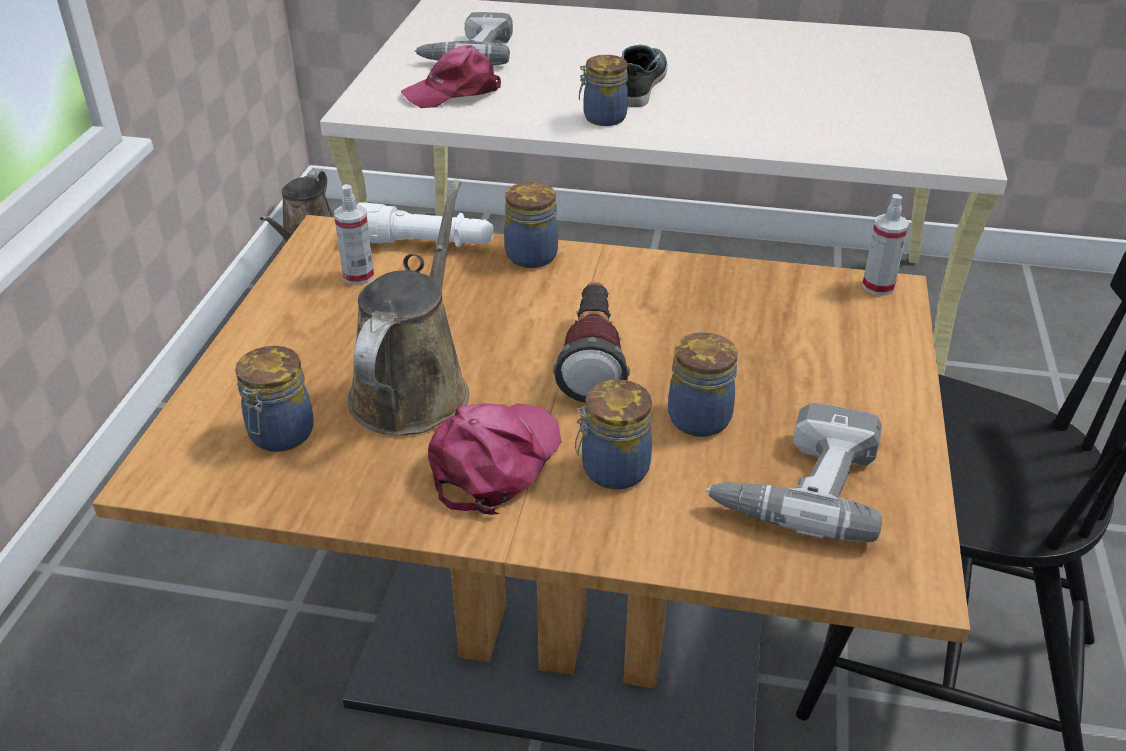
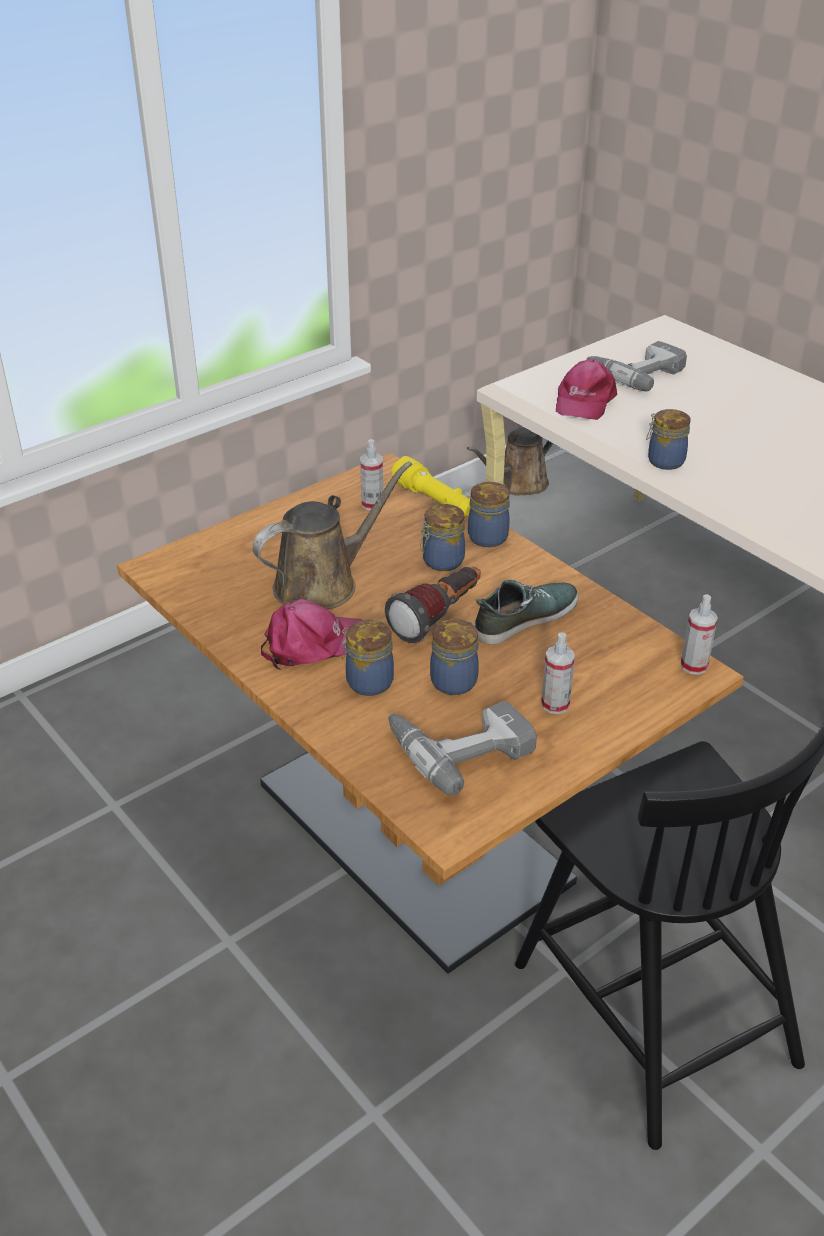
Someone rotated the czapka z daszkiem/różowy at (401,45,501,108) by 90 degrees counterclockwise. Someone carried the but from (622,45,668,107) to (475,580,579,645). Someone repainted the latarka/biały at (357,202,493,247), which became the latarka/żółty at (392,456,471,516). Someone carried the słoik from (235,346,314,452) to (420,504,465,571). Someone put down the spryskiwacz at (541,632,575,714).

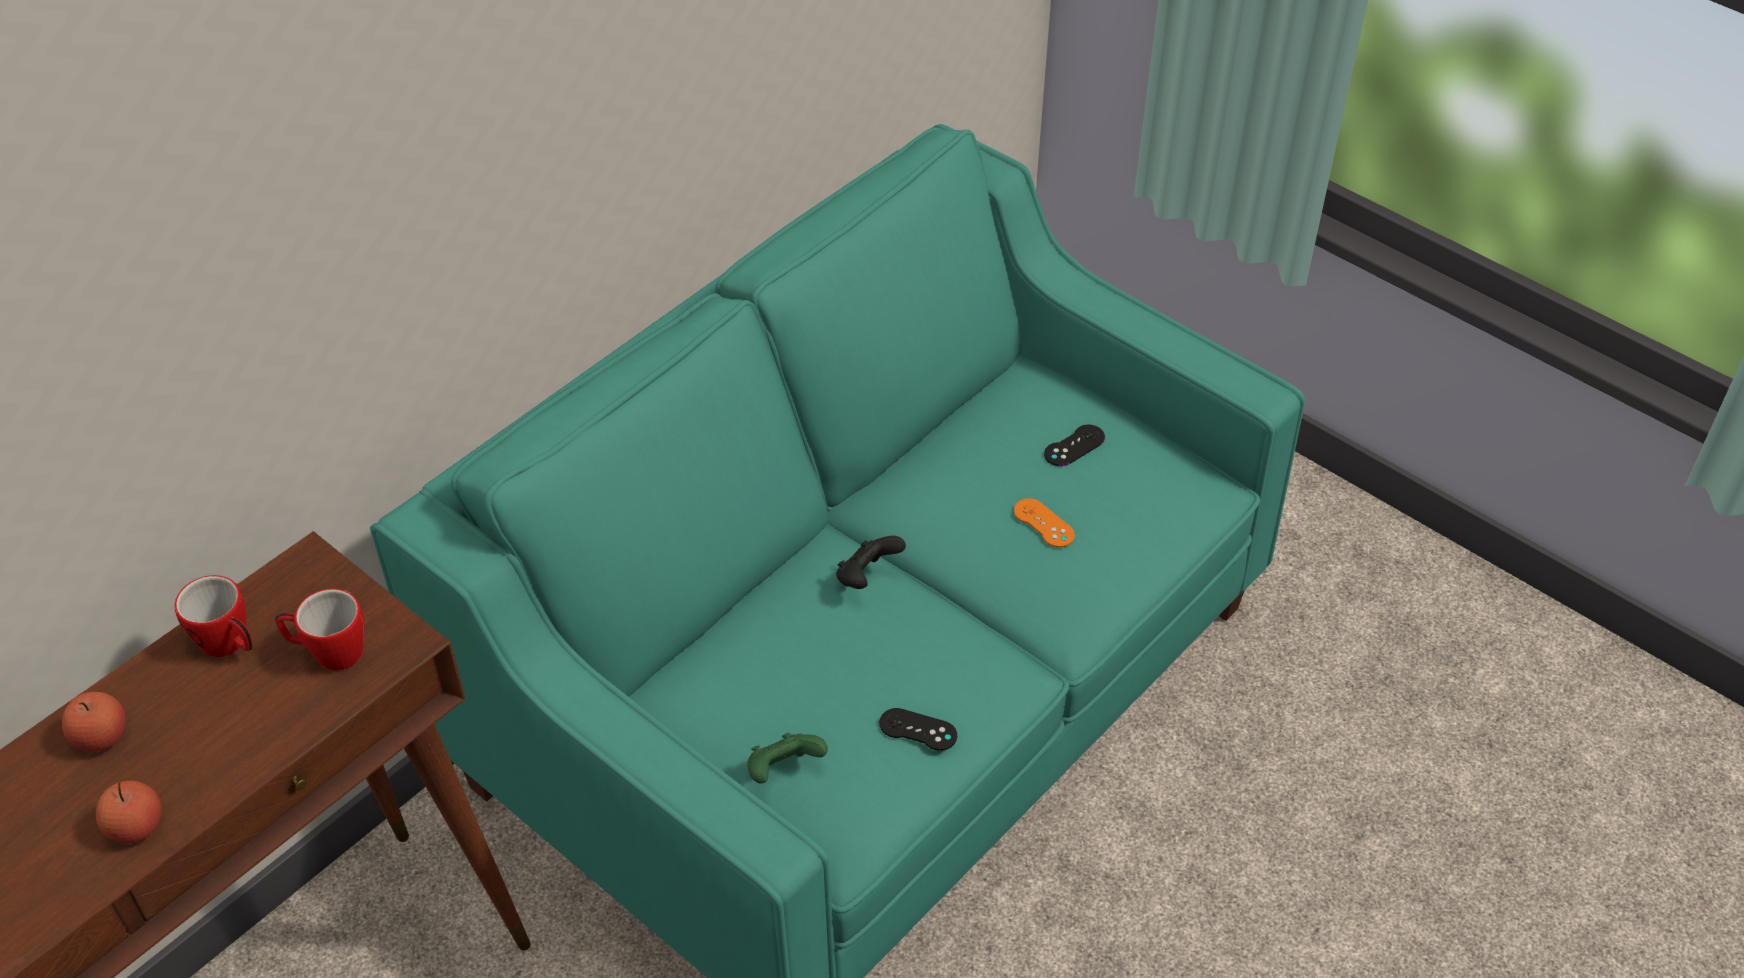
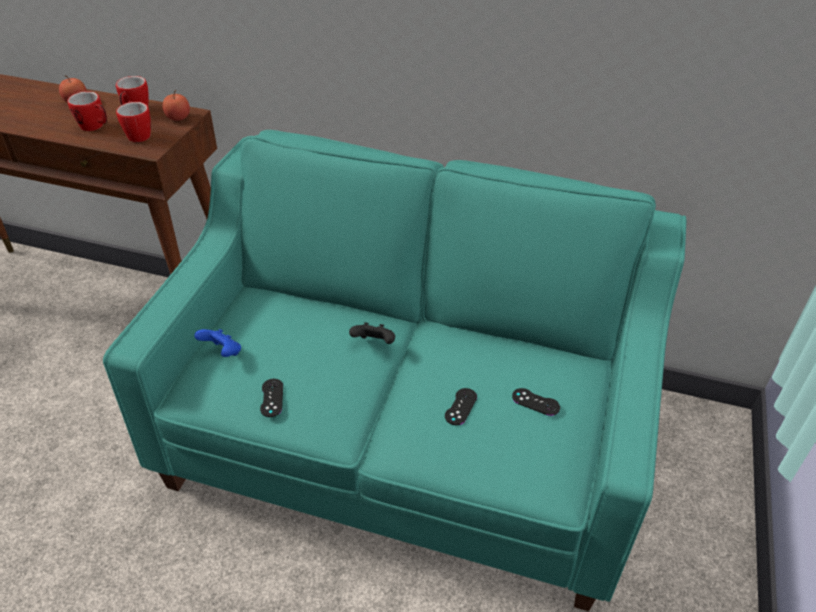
Someone repainted the pad do gier/pomarańczowy at (1014,498,1075,548), which became the pad do gier/czarny at (445,388,477,425). Someone repainted the pad do gier/zielony at (747,733,828,784), which became the pad do gier/niebieski at (194,329,241,357). Someone carried the jabłko from (96,781,161,844) to (162,90,190,121). Someone put down the kubek at (67,91,107,131).

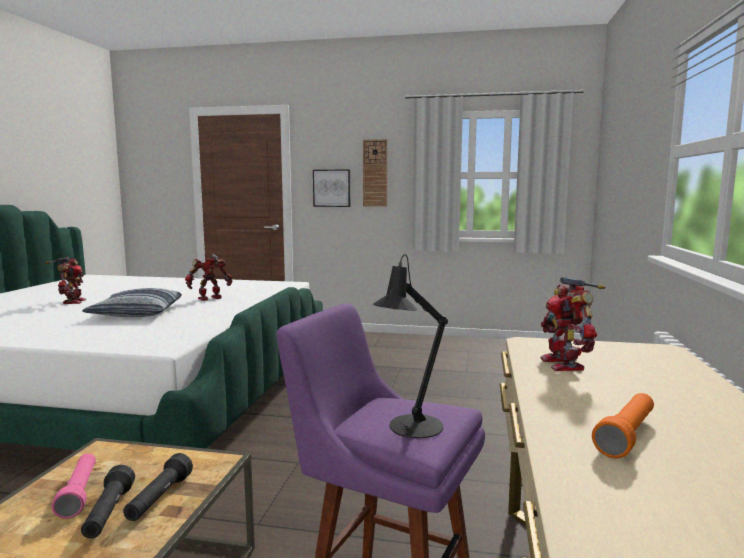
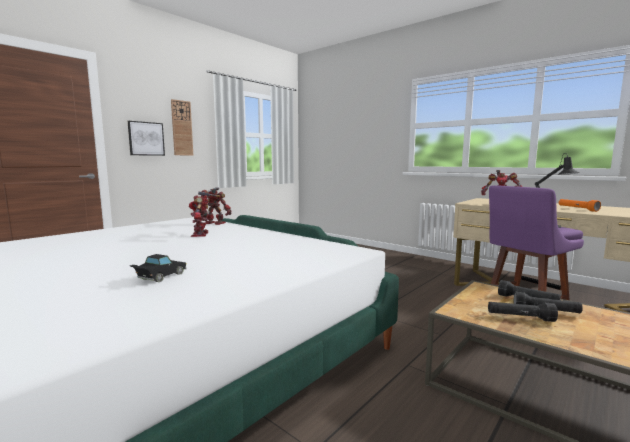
Someone carried the robot zabawkowy from (45,257,86,304) to (201,187,231,225). Someone took away the poduszka at (82,288,182,317). Someone repainted the latarka/różowy at (52,453,96,519), which became the latarka/czarny at (488,302,558,322). Someone put down the samochodzik/czarny at (130,254,187,282).

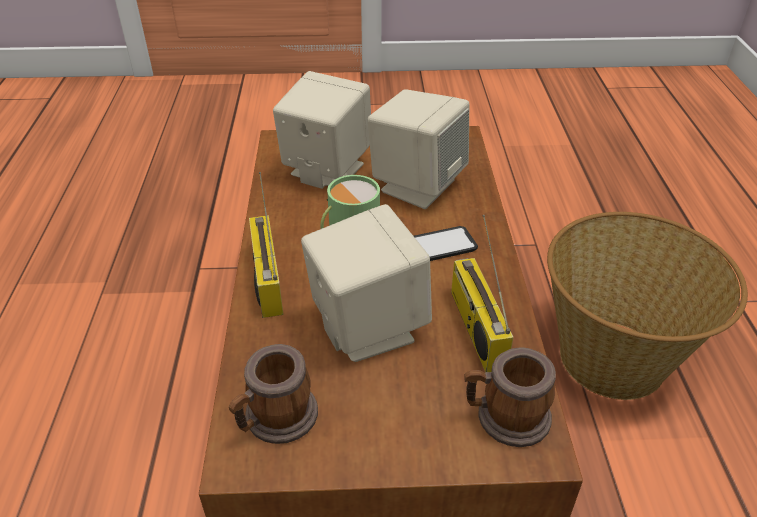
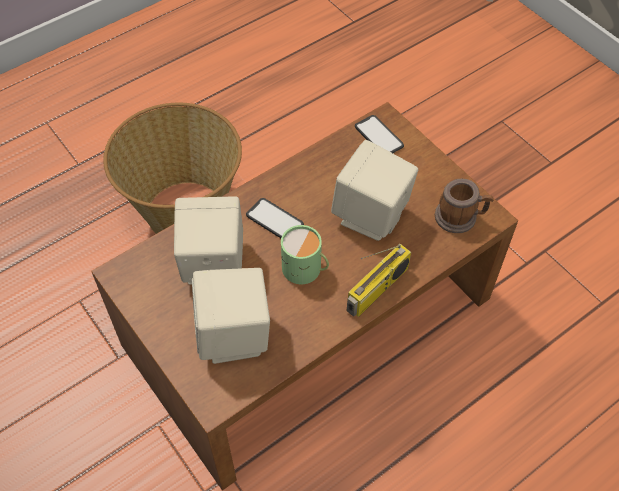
Someone took away the radio at (451,215,513,372). Someone swapped the kubek at (464,347,556,447) for the telefon at (355,115,404,153).

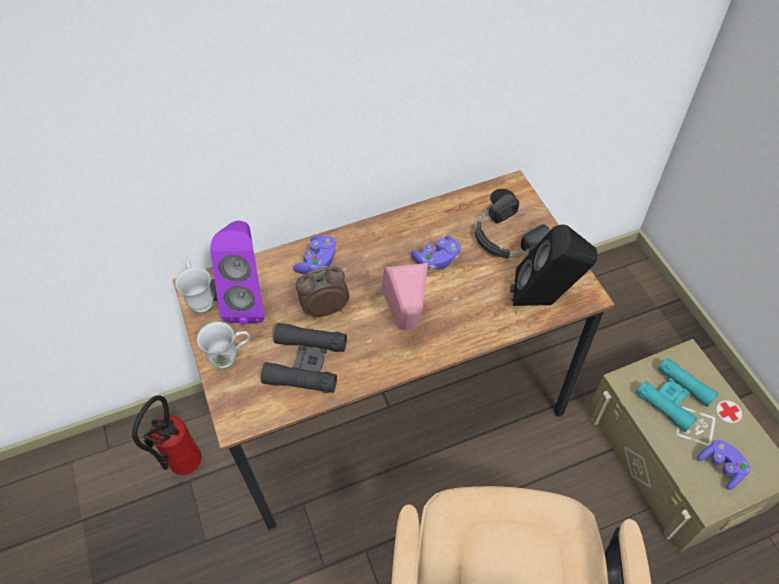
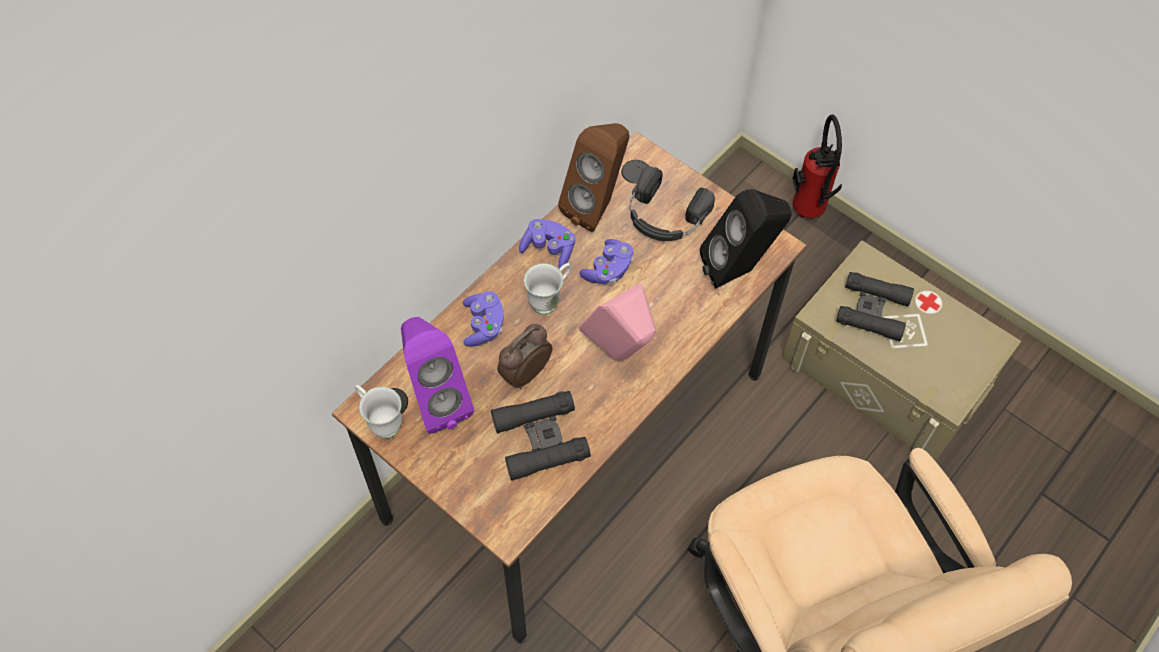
Someone carried the kubek/biały from (197,322,250,369) to (524,263,571,315). Someone repainted the lornetka/turkusowy at (636,358,719,432), which became the lornetka/czarny at (836,272,914,341). Someone carried the gaśnica from (132,395,202,475) to (793,115,842,218). Someone carried the pad do gier/fioletowy from (697,440,750,490) to (519,219,575,268). Someone put down the głośnik/brązowy at (558,123,630,232).

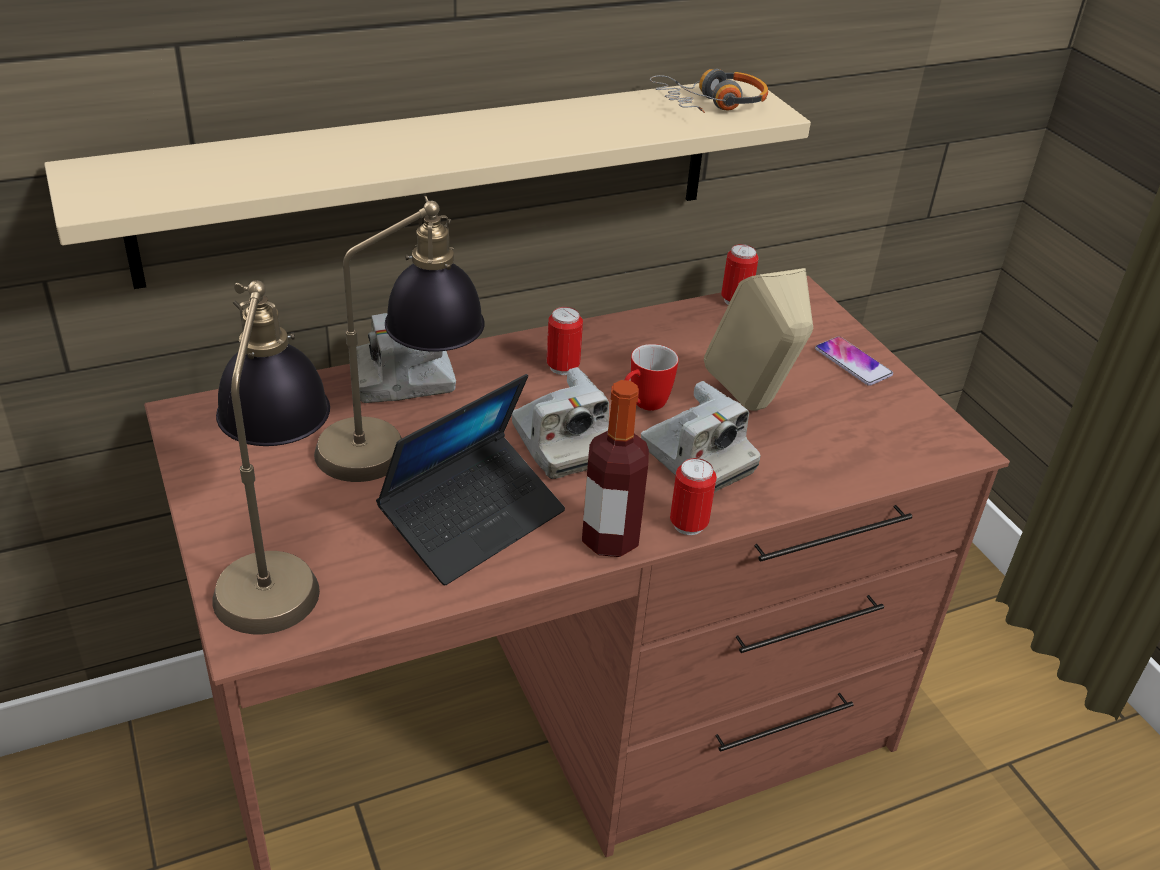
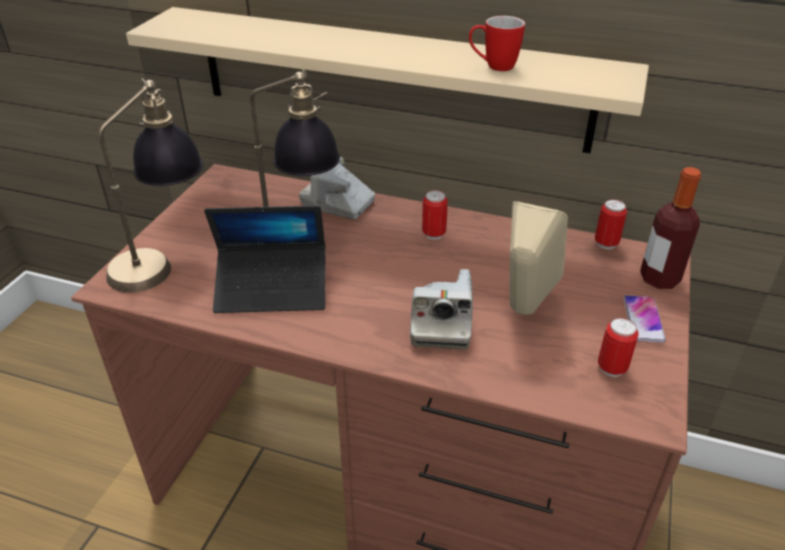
Someone took away the słuchawki at (650,69,768,113). Someone carried the kubek from (624,344,679,411) to (469,16,525,71). Someone took away the aparat fotograficzny at (512,367,609,479). Someone carried the butelka from (582,380,649,557) to (640,167,701,289). Someone carried the puszka from (670,458,717,535) to (598,318,639,377).

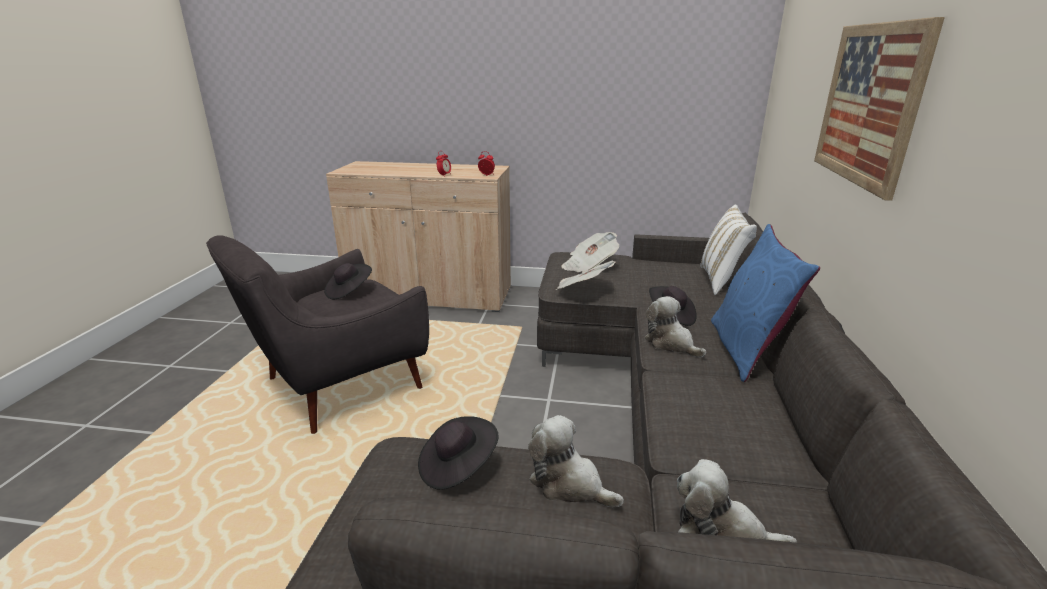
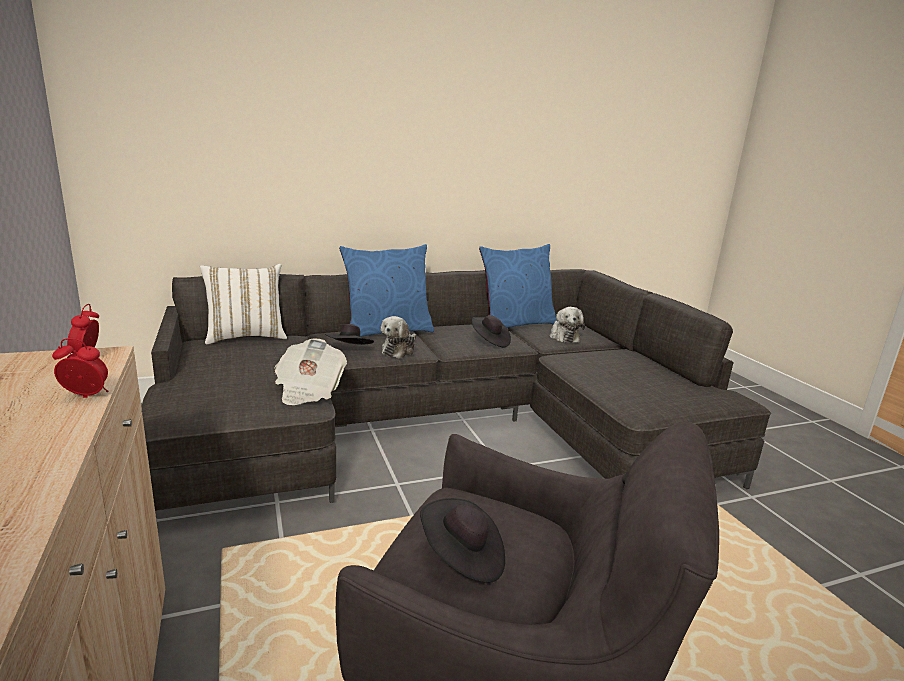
Someone took away the obraz at (814,17,945,201). Someone took away the gazeta at (562,232,619,272). Someone took away the pluszak at (528,415,624,508). Someone carried the kapelusz/czarny from (418,416,499,490) to (472,315,511,347). Someone put down the poduszka/niebieski at (479,244,557,328).

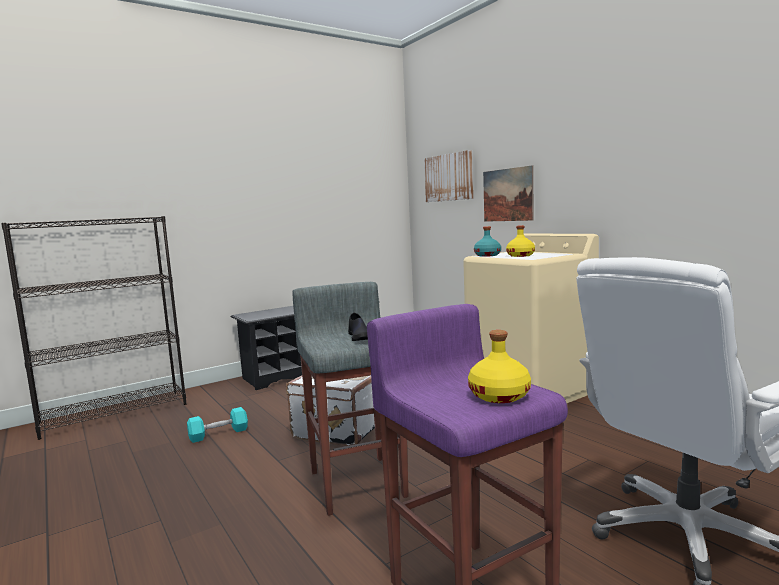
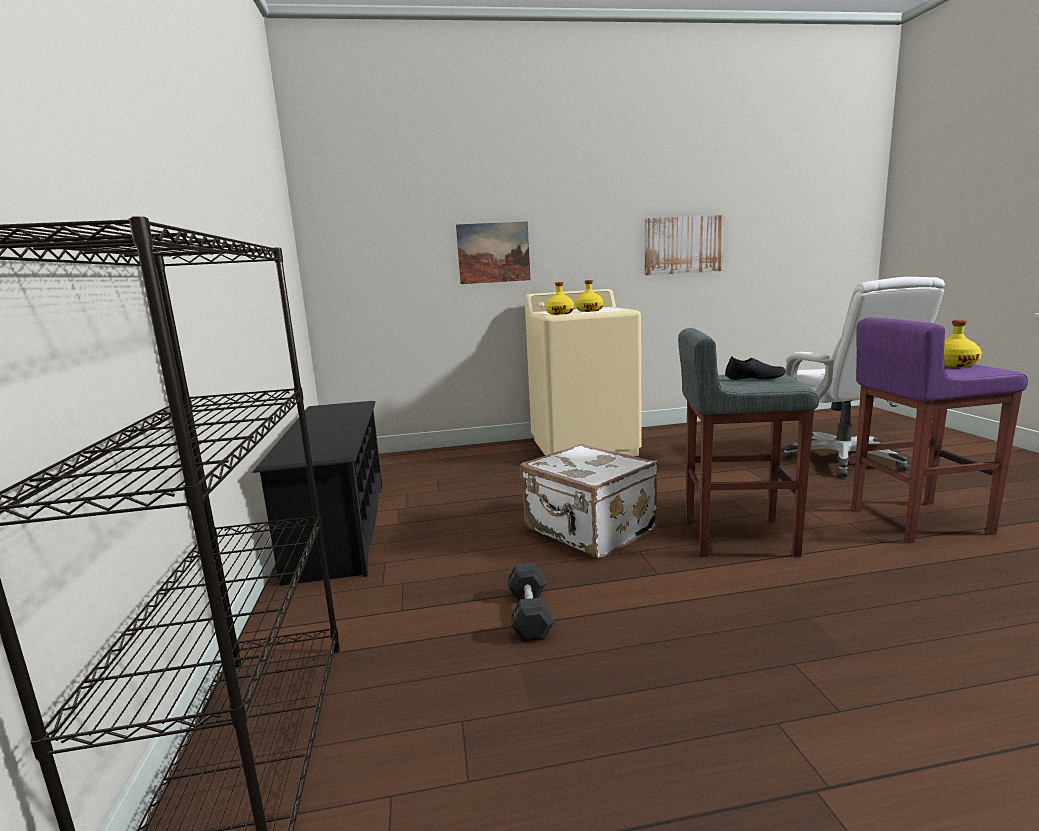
Someone carried the obraz from (424,150,473,202) to (645,215,724,275). Someone repainted the butelka/turkusowy at (474,226,501,257), which became the butelka/żółty at (545,282,574,315). Someone repainted the hantel/turkusowy at (187,407,248,443), which became the hantel/szary at (507,563,554,641).

